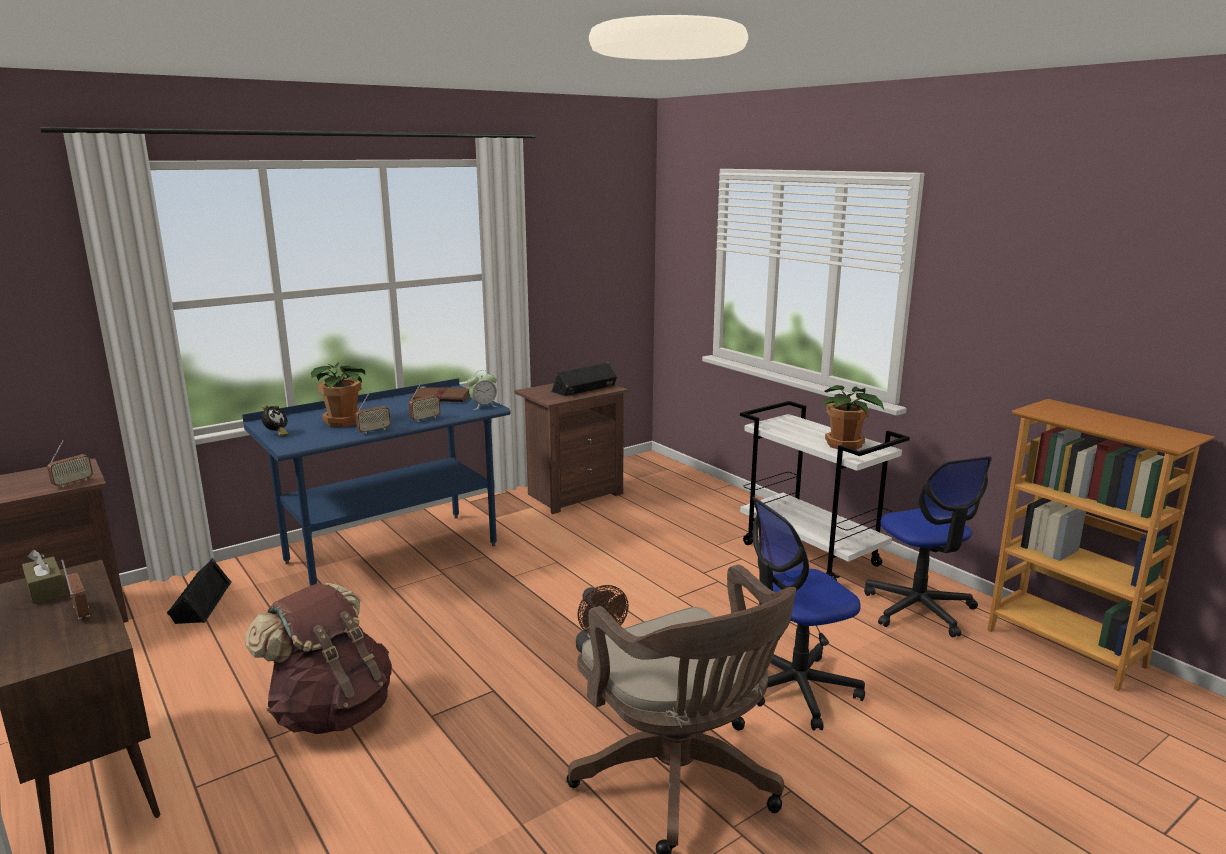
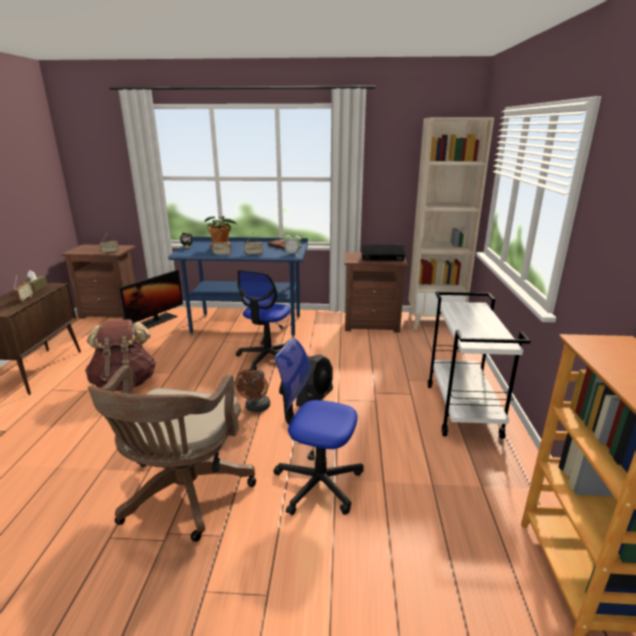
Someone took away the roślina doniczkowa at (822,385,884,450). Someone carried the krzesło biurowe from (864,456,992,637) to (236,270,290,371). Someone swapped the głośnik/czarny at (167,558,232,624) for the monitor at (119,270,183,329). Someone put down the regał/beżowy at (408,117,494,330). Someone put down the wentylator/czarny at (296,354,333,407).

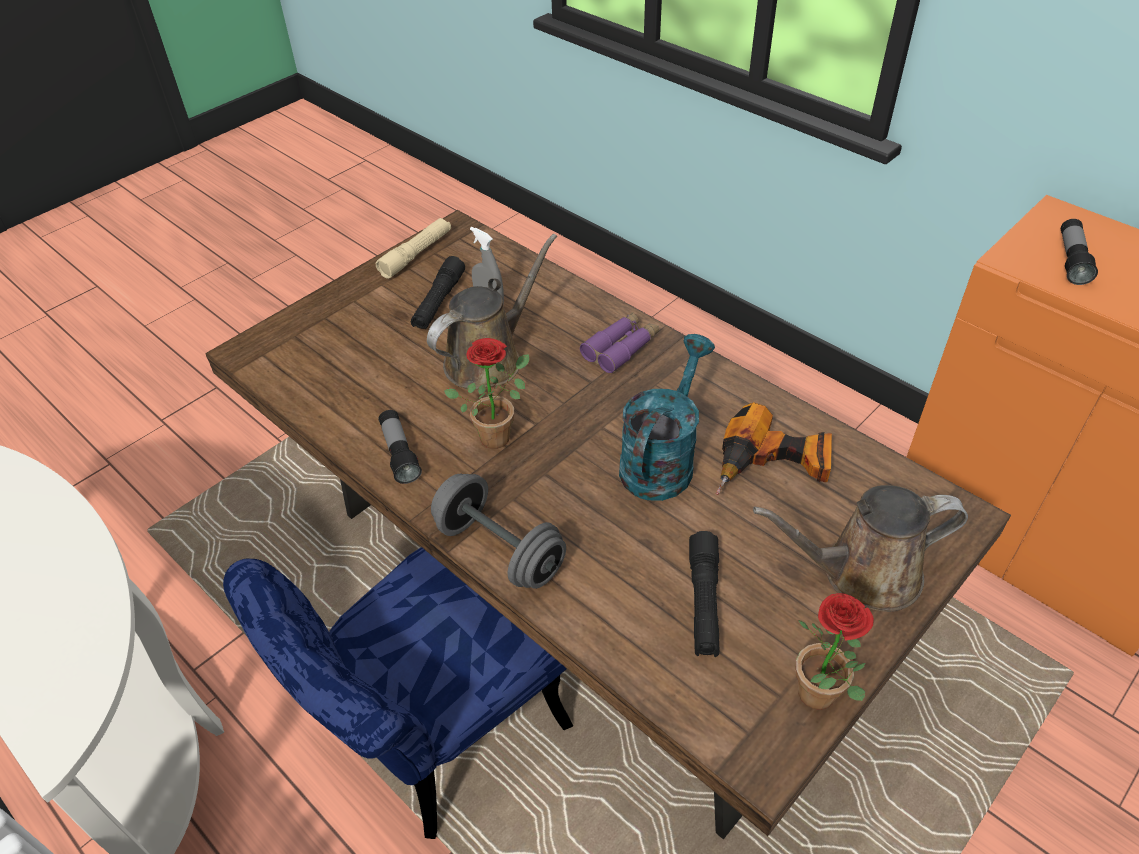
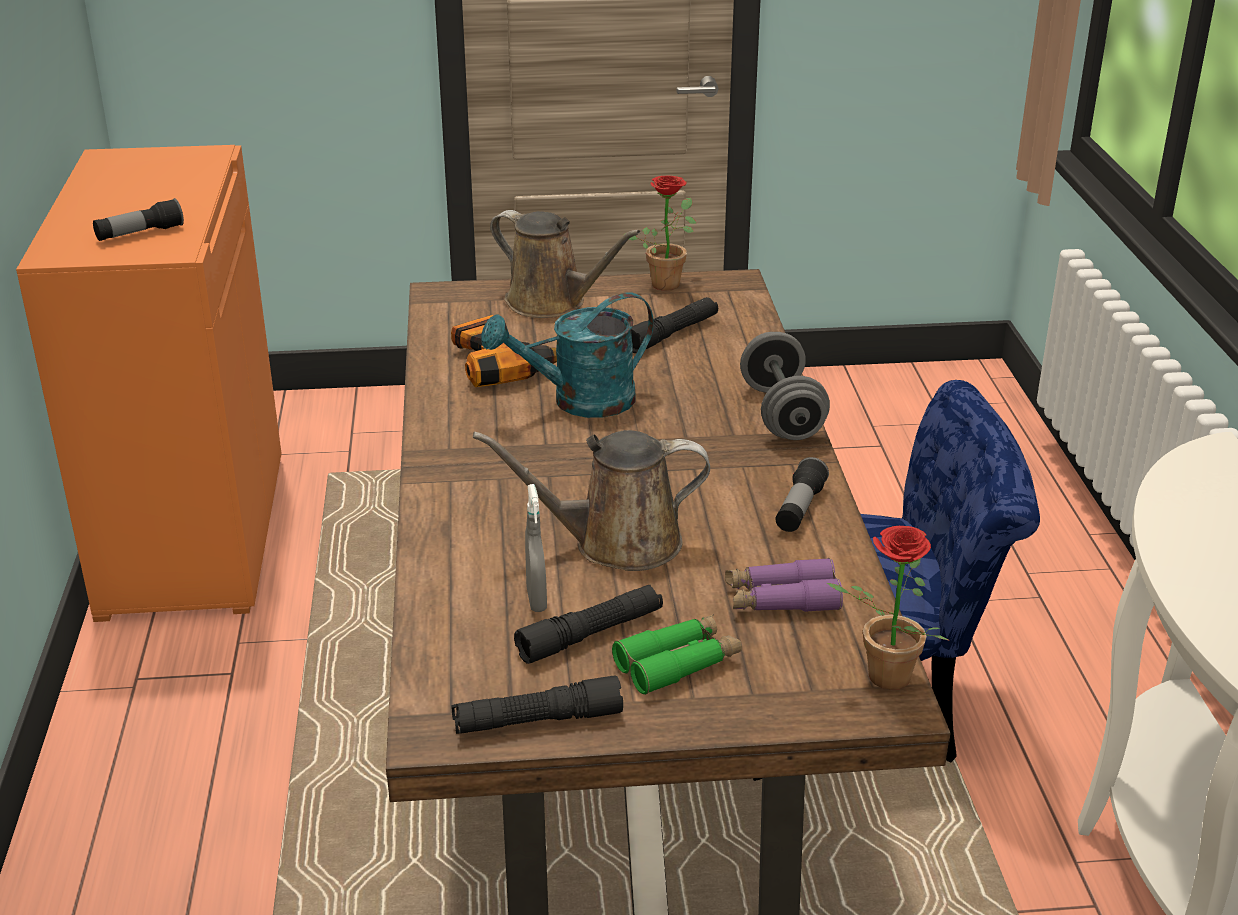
Someone repainted the latarka/beżowy at (376,218,451,279), which became the latarka/czarny at (452,675,623,734). Someone carried the lornetka/fioletowy from (580,312,659,373) to (725,558,843,612). Someone carried the roślina doniczkowa from (444,338,529,449) to (826,526,949,690). Someone put down the lornetka/zielony at (612,614,742,695).

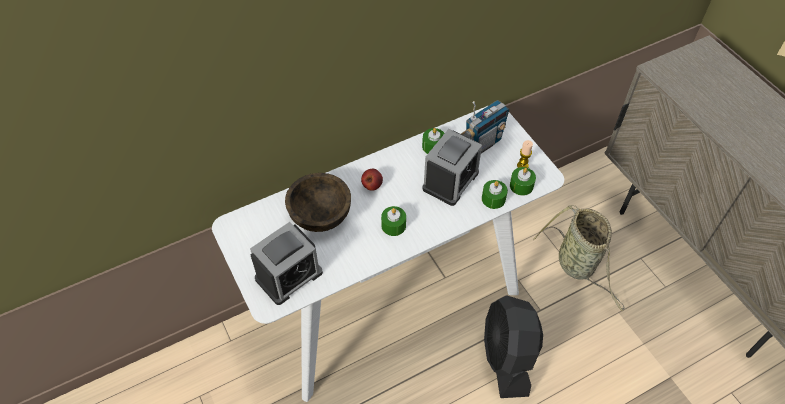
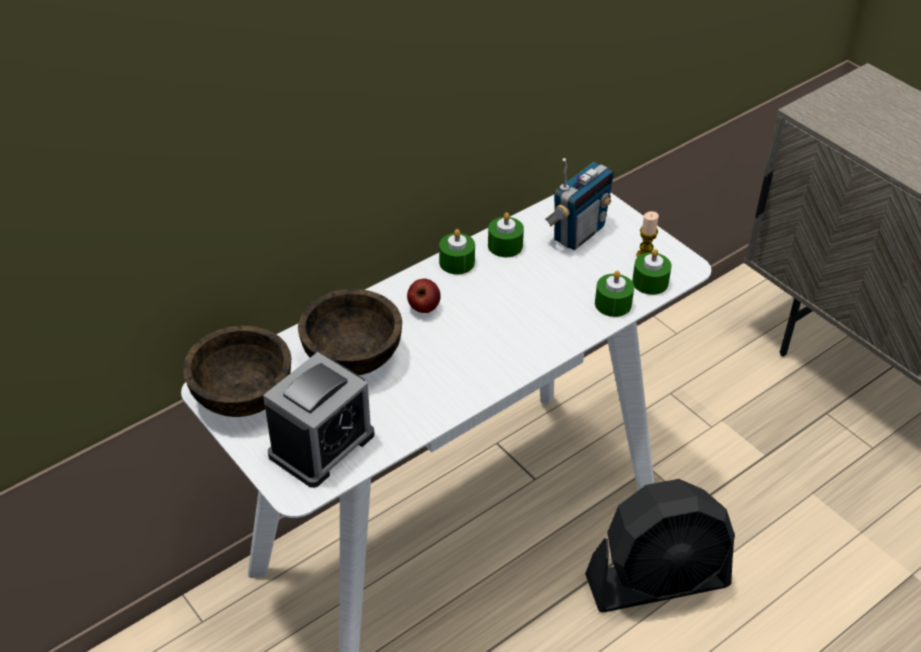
Someone took away the budzik at (422,129,482,206). Someone took away the koszyk at (533,205,625,311). Someone carried the świeca/zielony from (381,206,406,236) to (439,229,475,274). Someone rotated the wentylator/czarny at (484,295,543,398) by 90 degrees counterclockwise. Someone put down the miska/brązowy at (183,325,291,417).

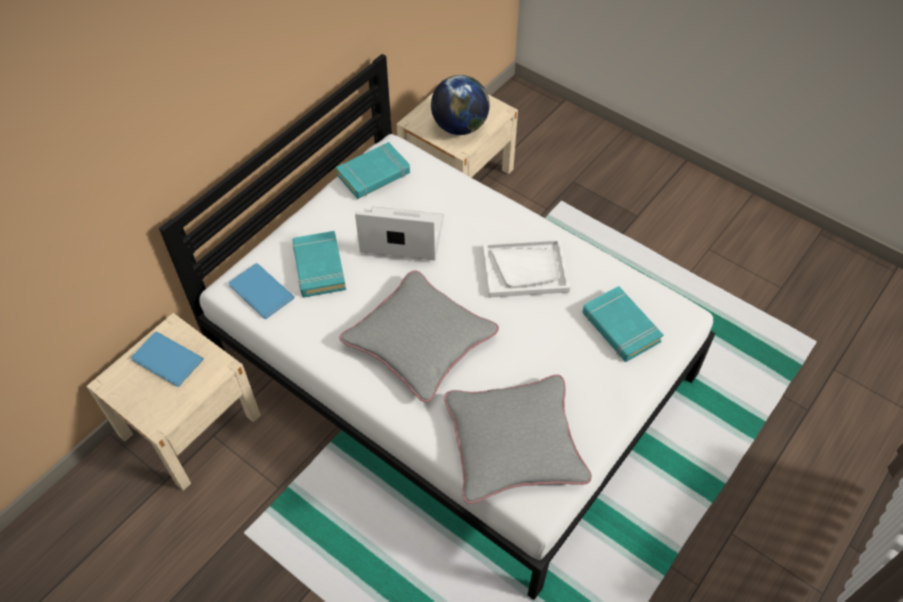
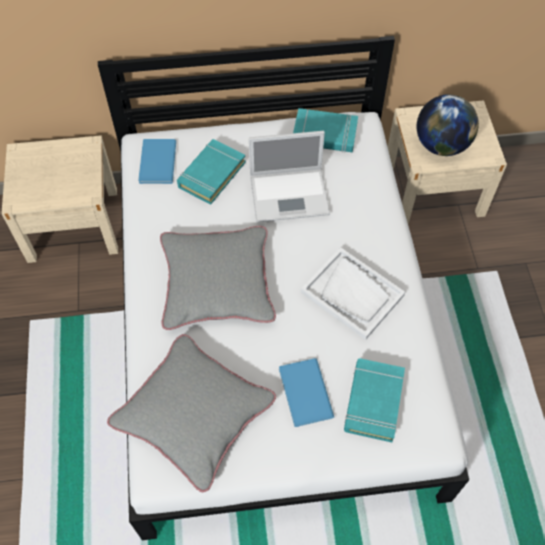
Someone rotated the laptop at (355,206,444,261) by 120 degrees clockwise. Someone carried the książka/niebieski from (131,331,204,387) to (279,358,334,427).

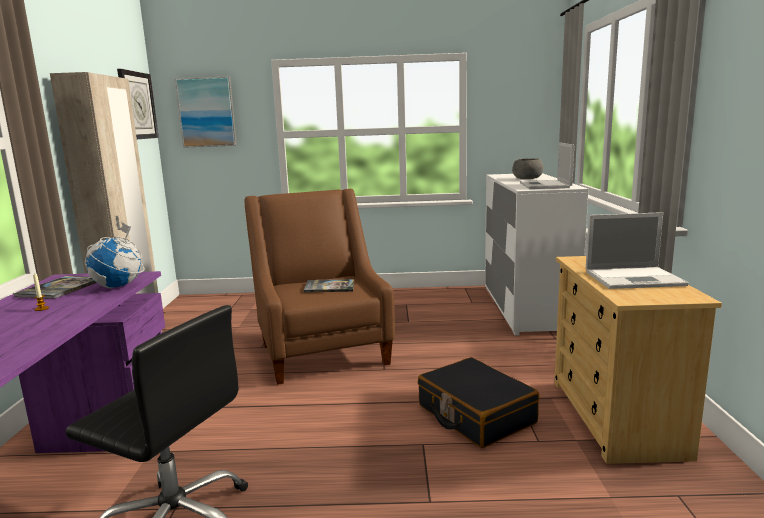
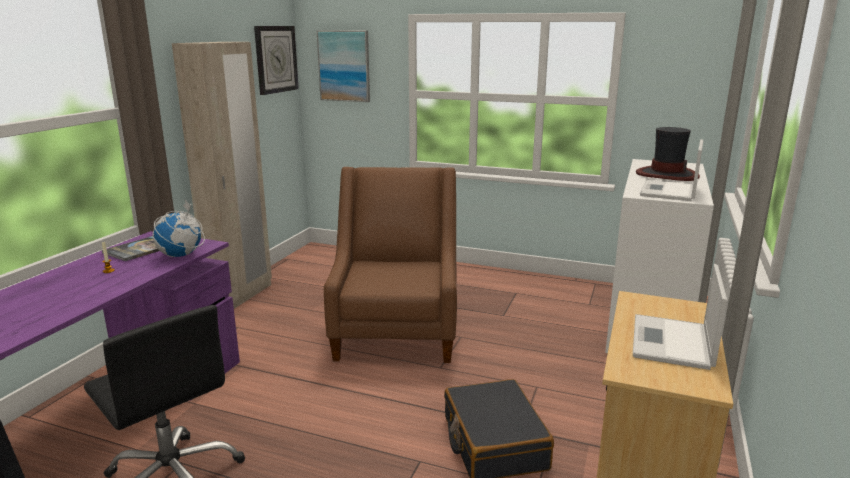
Someone swapped the miska/szary at (512,158,543,179) for the kapelusz at (636,127,700,181). Someone rotated the laptop at (586,212,689,289) by 90 degrees clockwise. Someone took away the książka at (304,279,354,292).

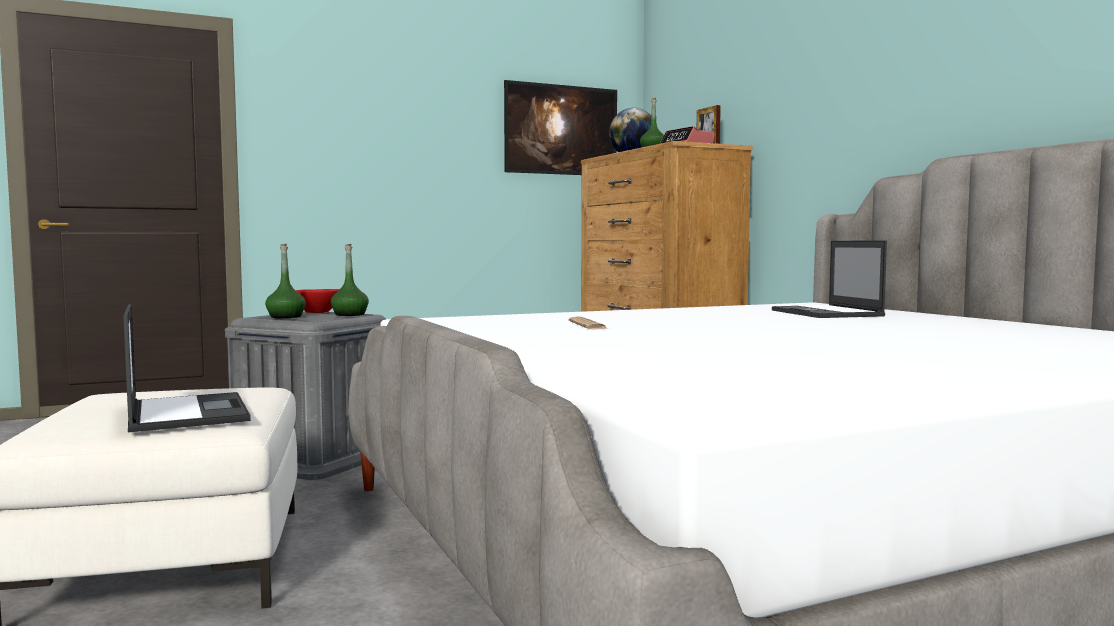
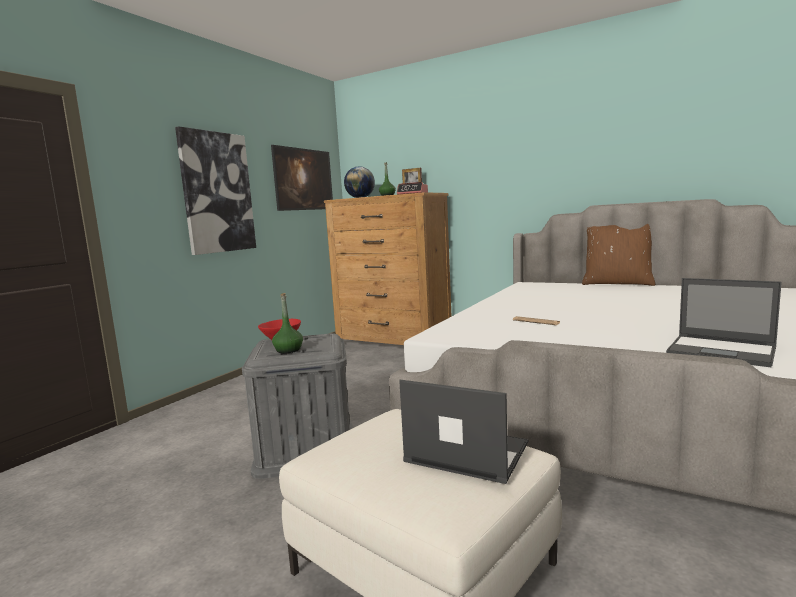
Someone carried the laptop from (772,241,887,318) to (666,278,782,367). Someone took away the butelka/zielony at (331,244,369,316). Someone put up the obraz at (175,126,256,255). Someone put down the poduszka/brązowy at (582,224,655,286).

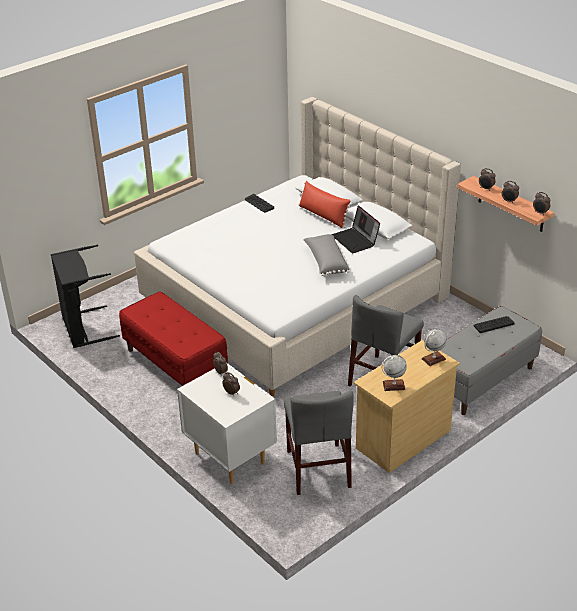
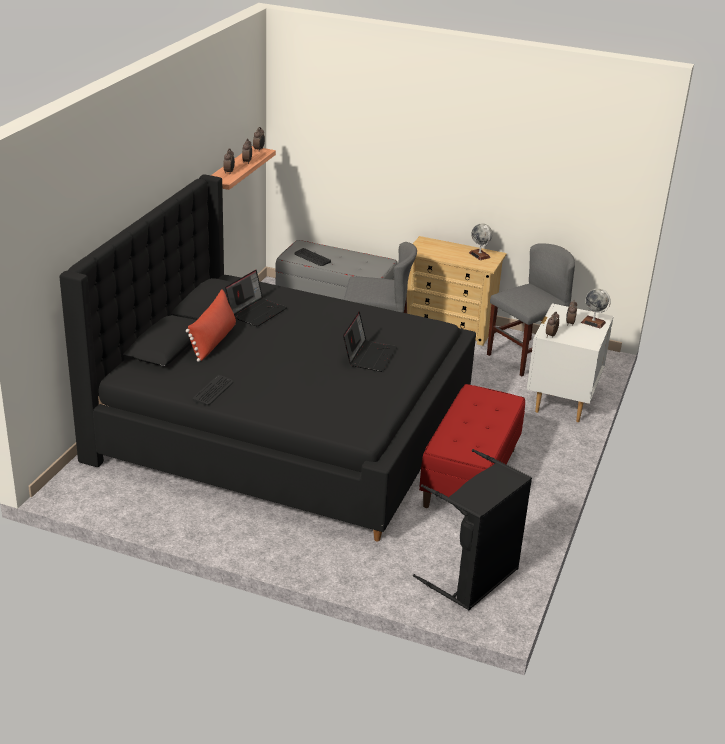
Someone repainted the łóżko/beżowy at (134,97,461,397), which became the łóżko/czarny at (59,174,476,541). Someone took away the poduszka/szary at (303,234,350,276). Someone carried the globus from (422,329,447,366) to (581,289,611,329). Someone put down the laptop at (343,311,397,372).

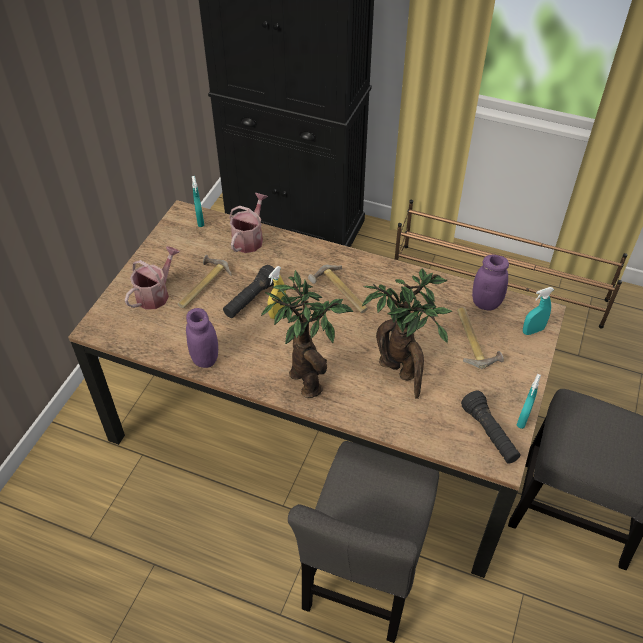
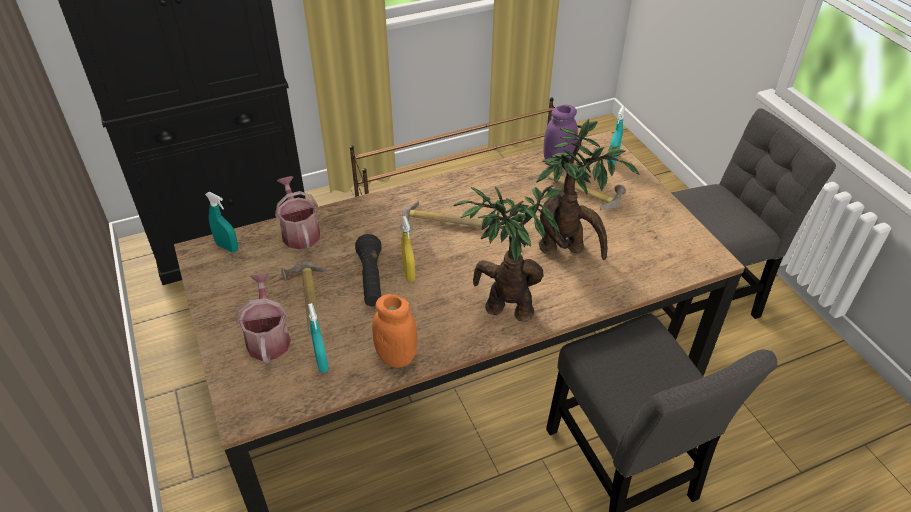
Someone repainted the słoik/fioletowy at (186,308,218,368), which became the słoik/pomarańczowy at (372,294,417,368). Someone carried the spryskiwacz/turkusowy from (517,374,541,429) to (308,303,329,373). Someone took away the latarka/czarny at (461,391,521,464).

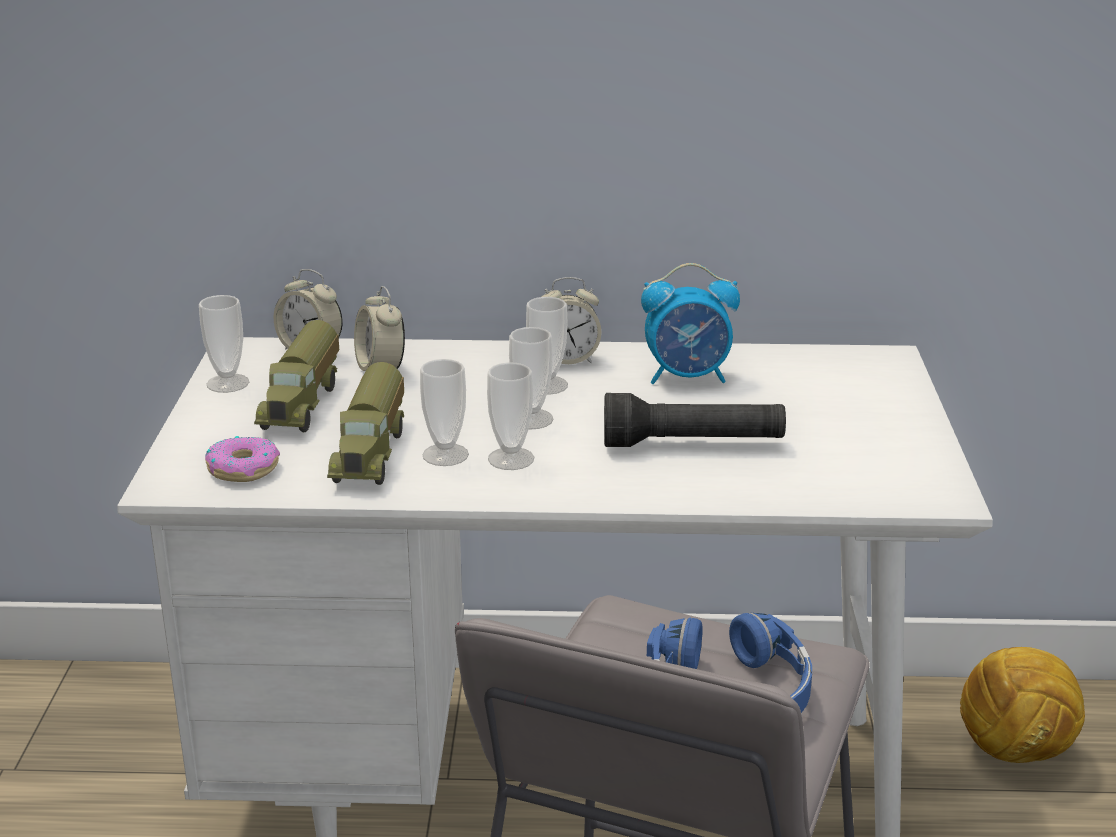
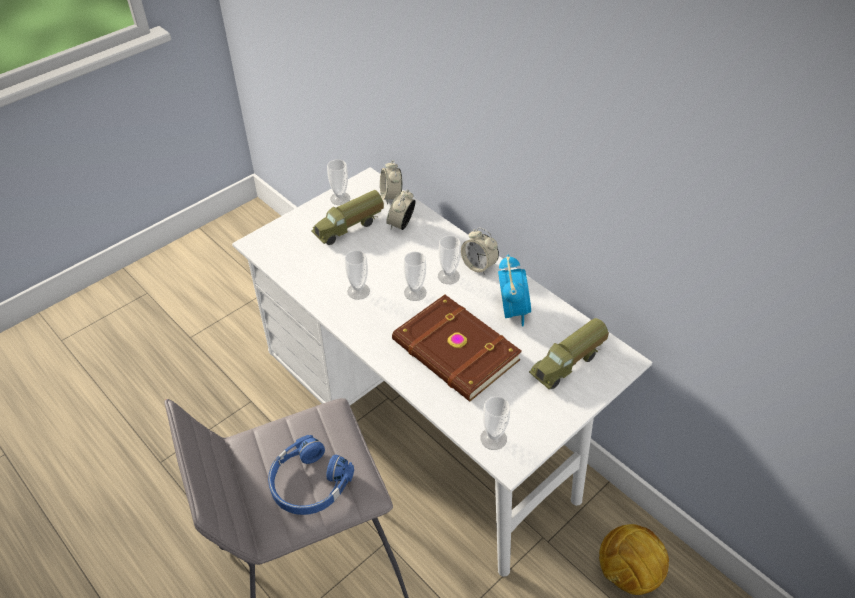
Someone rotated the budzik at (641,263,740,384) by 135 degrees counterclockwise. Someone carried the ciężarówka zabawkowa from (327,362,404,485) to (529,318,609,389). Someone carried the filiżanka from (487,363,534,470) to (480,396,510,450). Someone swapped the latarka/czarny at (604,393,786,447) for the książka/brązowy at (392,295,522,402). Someone took away the donut at (205,436,280,482).

